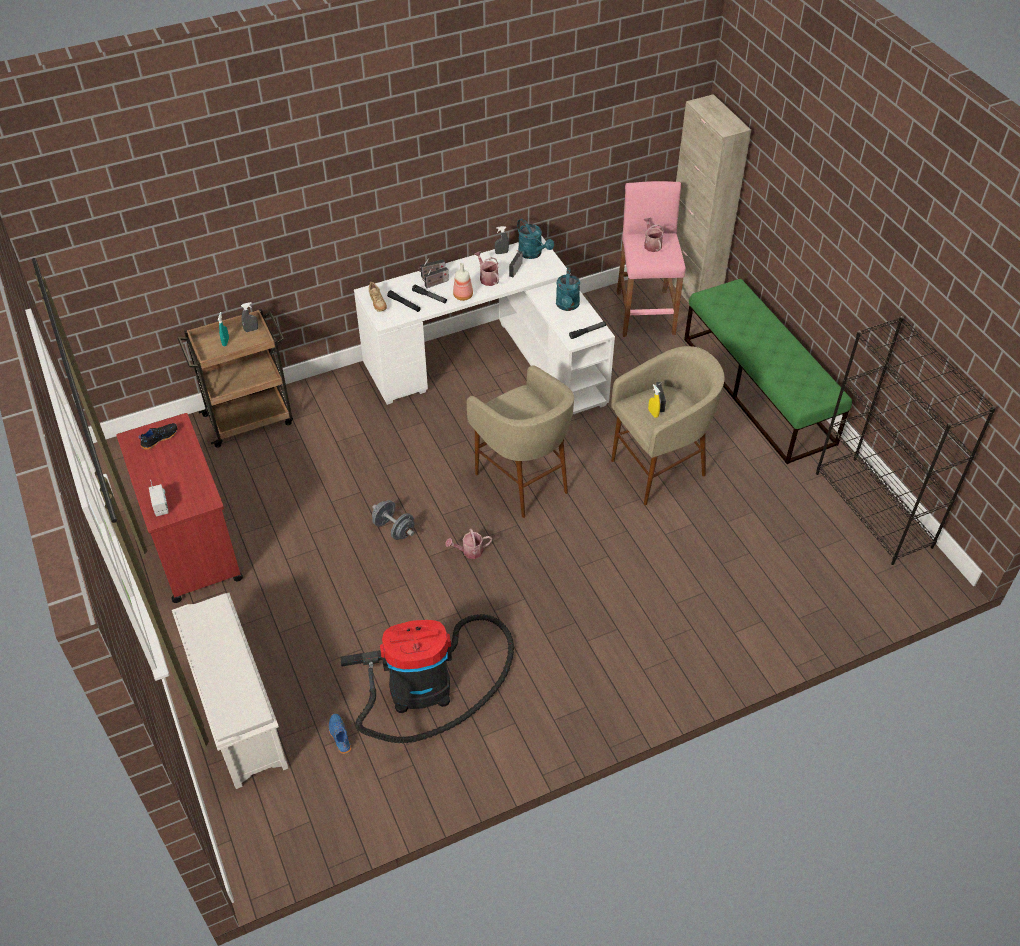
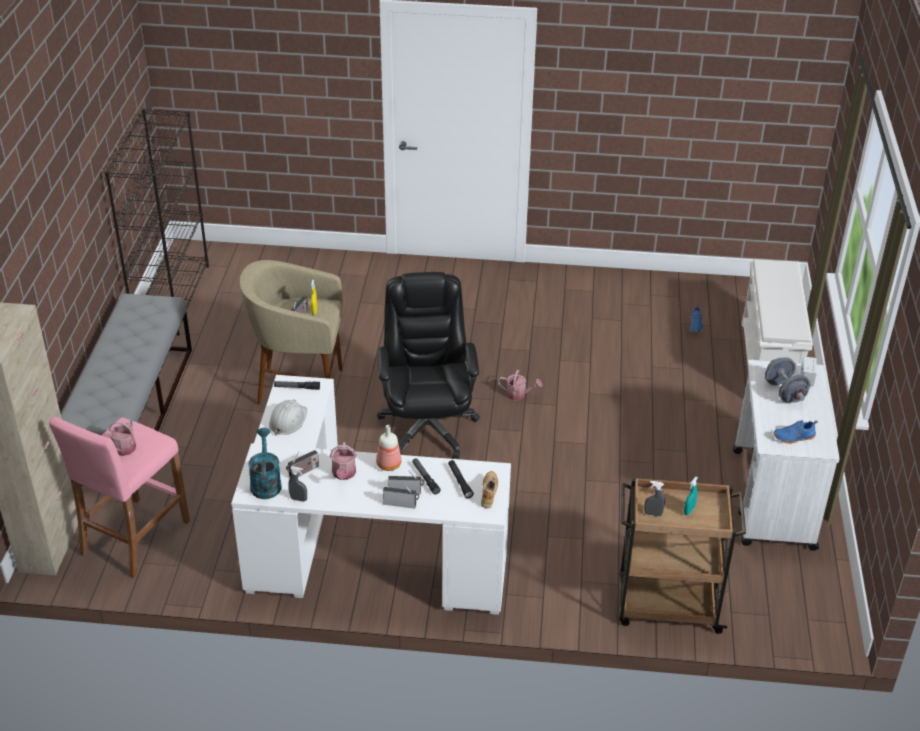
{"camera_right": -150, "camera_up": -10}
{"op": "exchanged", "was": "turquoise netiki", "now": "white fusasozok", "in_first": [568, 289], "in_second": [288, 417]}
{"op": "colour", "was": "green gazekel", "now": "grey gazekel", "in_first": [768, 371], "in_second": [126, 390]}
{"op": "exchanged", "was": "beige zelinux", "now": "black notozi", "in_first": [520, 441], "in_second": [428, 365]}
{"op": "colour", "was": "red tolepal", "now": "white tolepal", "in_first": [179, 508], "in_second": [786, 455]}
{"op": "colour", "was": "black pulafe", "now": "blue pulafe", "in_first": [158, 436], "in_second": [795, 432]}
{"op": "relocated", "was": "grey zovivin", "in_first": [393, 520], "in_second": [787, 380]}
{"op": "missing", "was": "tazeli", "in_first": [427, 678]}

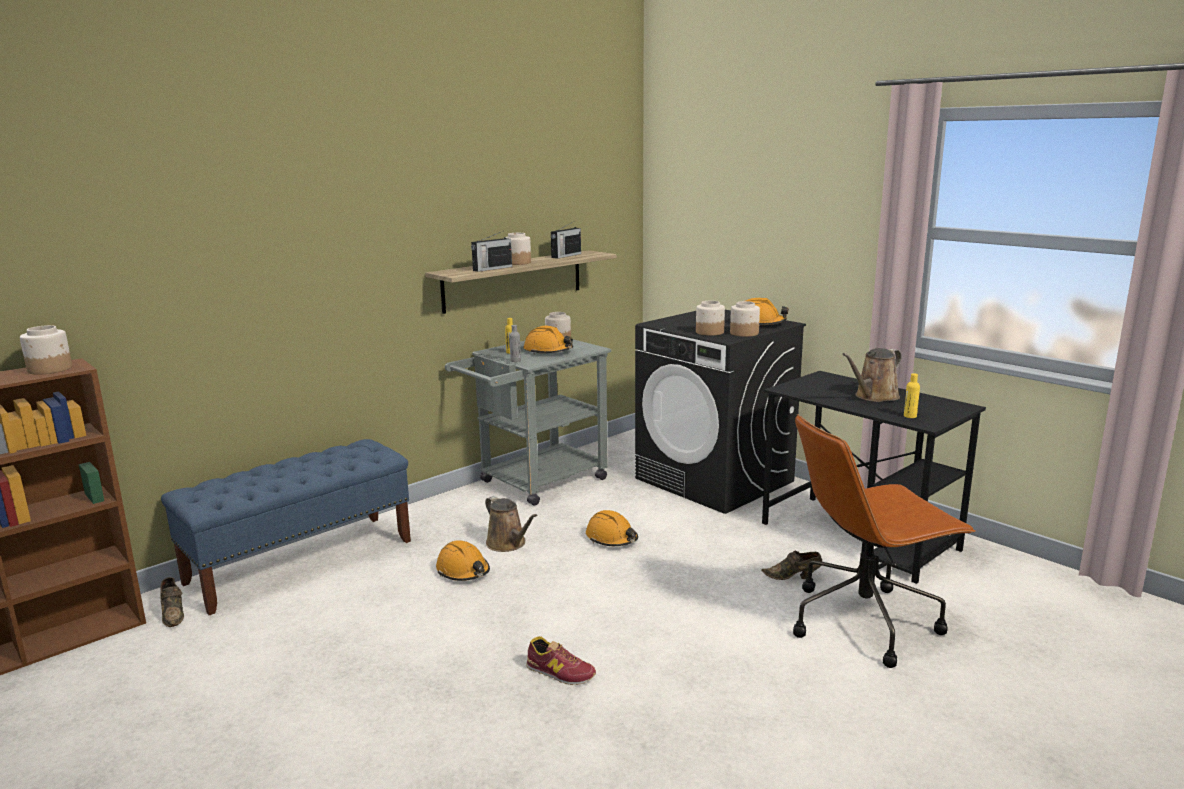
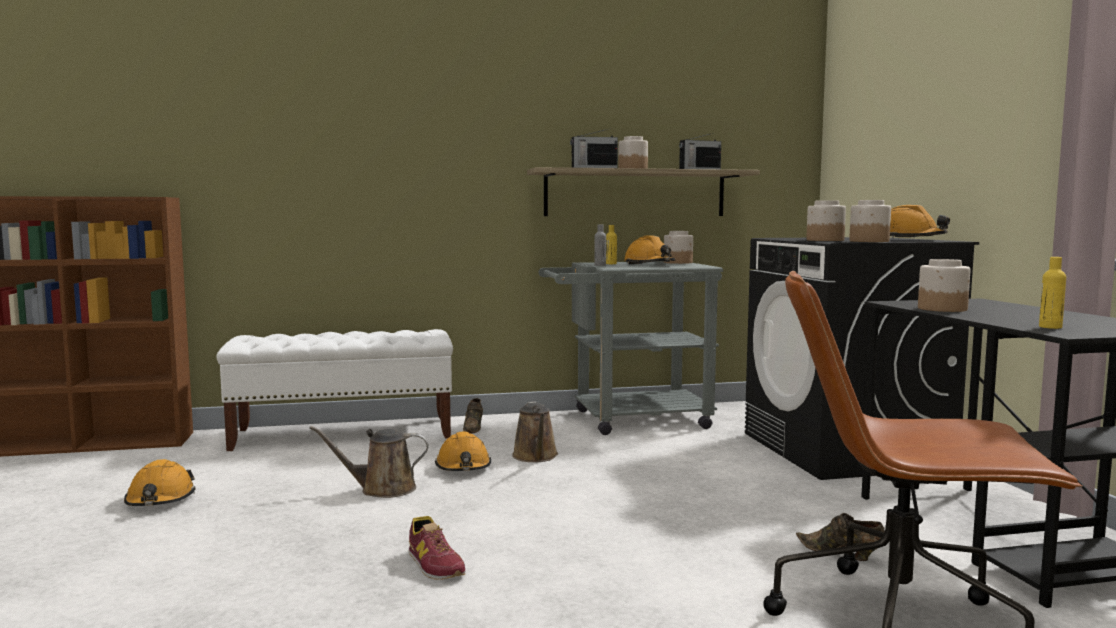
{"camera_right": 30, "camera_up": -10}
{"op": "relocated", "was": "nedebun", "in_first": [46, 350], "in_second": [944, 285]}
{"op": "relocated", "was": "brown netiki", "in_first": [872, 375], "in_second": [369, 462]}
{"op": "colour", "was": "blue gazekel", "now": "white gazekel", "in_first": [286, 527], "in_second": [334, 390]}
{"op": "relocated", "was": "orange fusasozok", "in_first": [612, 528], "in_second": [160, 482]}
{"op": "relocated", "was": "brown pulafe", "in_first": [172, 602], "in_second": [473, 416]}

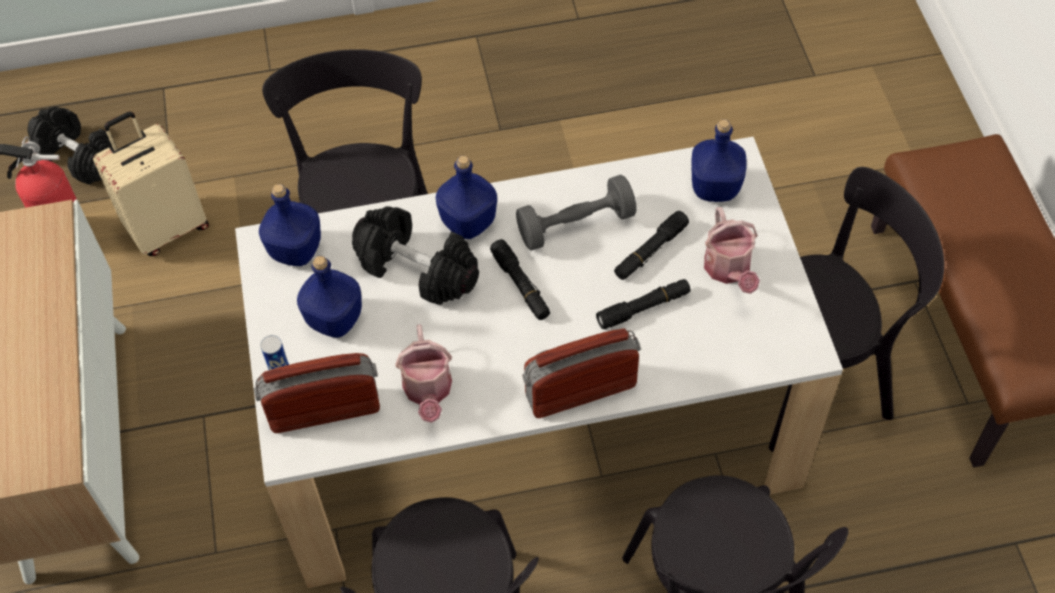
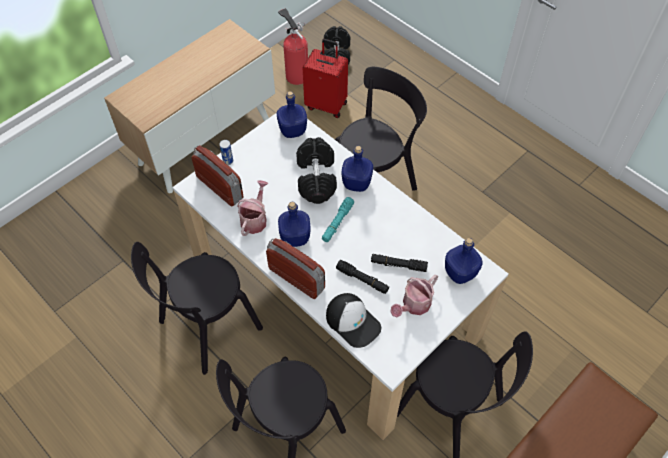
{"camera_right": 55, "camera_up": 0}
{"op": "colour", "was": "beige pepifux", "now": "red pepifux", "in_first": [151, 183], "in_second": [325, 78]}
{"op": "missing", "was": "grey zovivin", "in_first": [576, 213]}
{"op": "colour", "was": "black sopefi", "now": "turquoise sopefi", "in_first": [520, 279], "in_second": [338, 219]}
{"op": "relocated", "was": "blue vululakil", "in_first": [329, 297], "in_second": [294, 224]}
{"op": "spun", "was": "netiki", "in_first": [423, 373], "in_second": [252, 208], "clockwise": 150}
{"op": "appeared", "now": "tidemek", "in_second": [353, 320]}

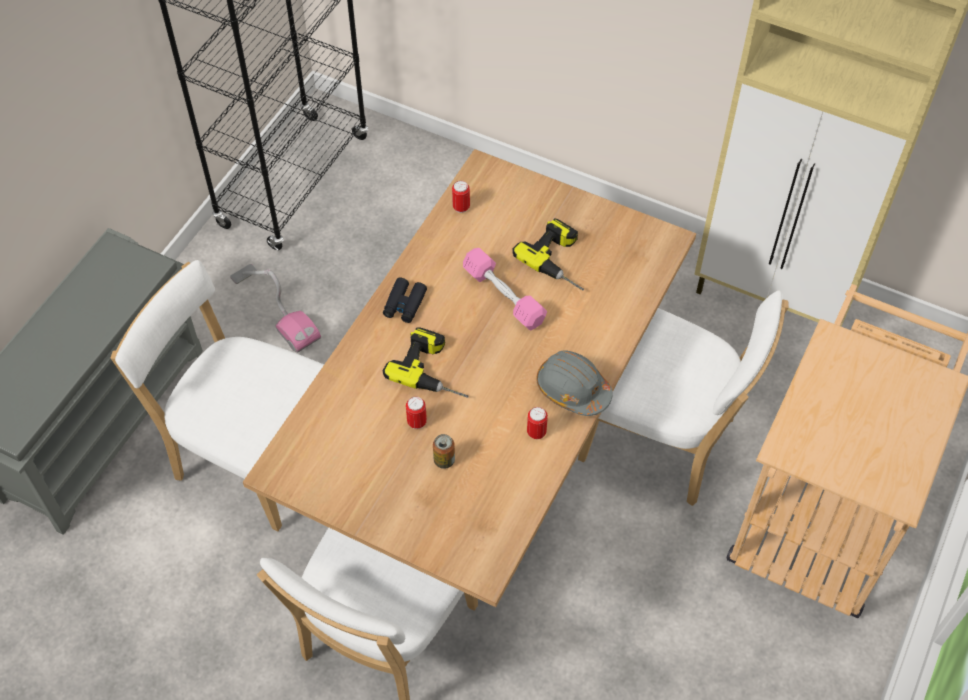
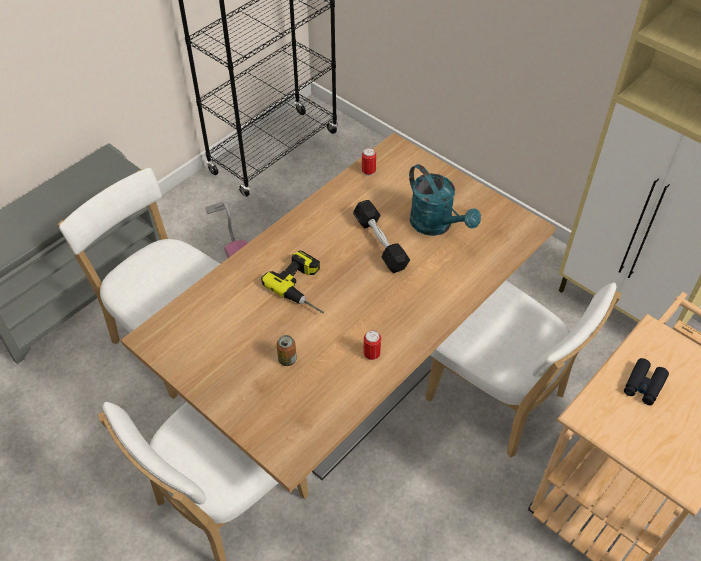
{"camera_right": 15, "camera_up": -5}
{"op": "exchanged", "was": "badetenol", "now": "turquoise netiki", "in_first": [548, 254], "in_second": [445, 200]}
{"op": "colour", "was": "pink zovivin", "now": "black zovivin", "in_first": [505, 289], "in_second": [381, 236]}
{"op": "relocated", "was": "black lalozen", "in_first": [405, 300], "in_second": [646, 381]}
{"op": "missing", "was": "grey fusasozok", "in_first": [574, 383]}
{"op": "missing", "was": "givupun", "in_first": [416, 412]}

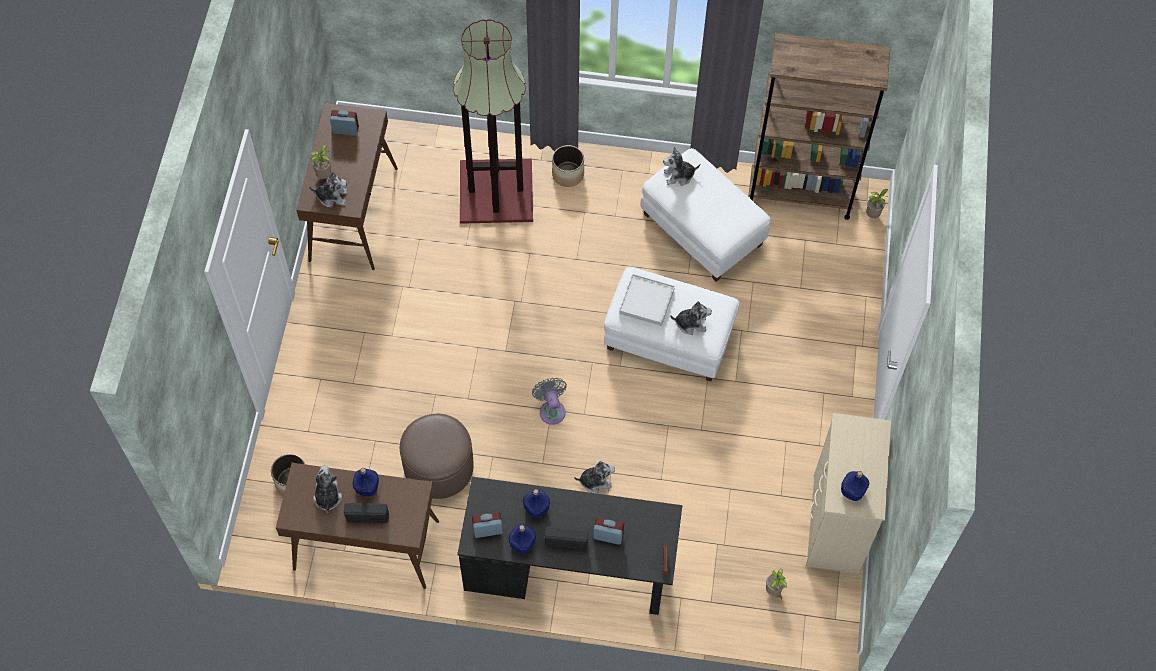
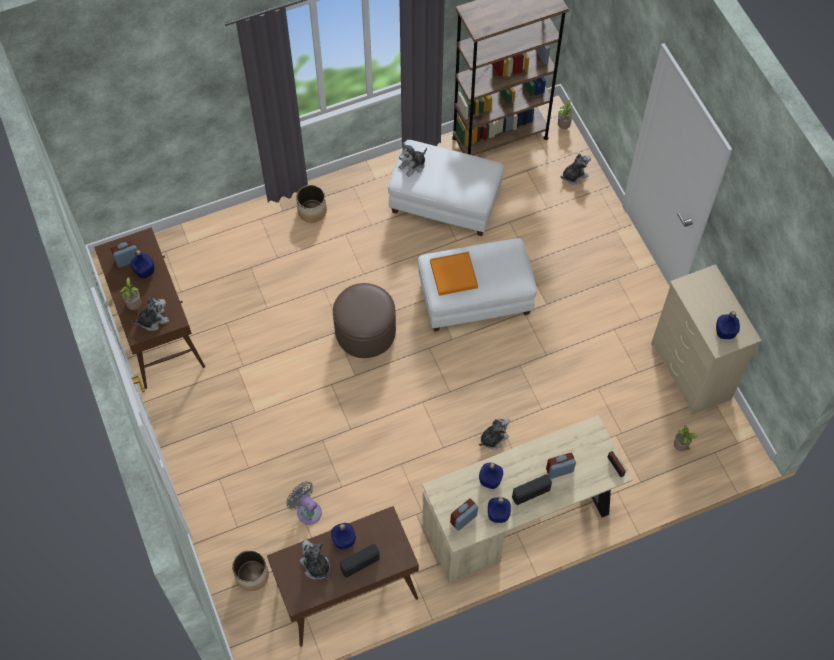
{"camera_right": -30, "camera_up": 0}
{"op": "missing", "was": "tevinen", "in_first": [493, 121]}
{"op": "colour", "was": "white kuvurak", "now": "orange kuvurak", "in_first": [647, 300], "in_second": [454, 274]}
{"op": "relocated", "was": "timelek", "in_first": [691, 318], "in_second": [575, 169]}
{"op": "relocated", "was": "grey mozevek", "in_first": [549, 401], "in_second": [304, 503]}
{"op": "relocated", "was": "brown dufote", "in_first": [436, 456], "in_second": [364, 320]}
{"op": "colour", "was": "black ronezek", "now": "beige ronezek", "in_first": [569, 546], "in_second": [527, 499]}
{"op": "appeared", "now": "blue vululakil", "in_second": [142, 264]}

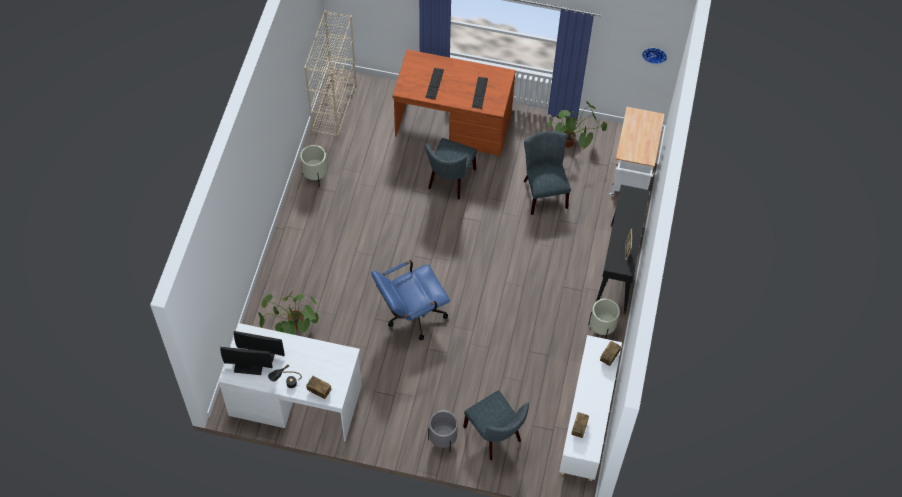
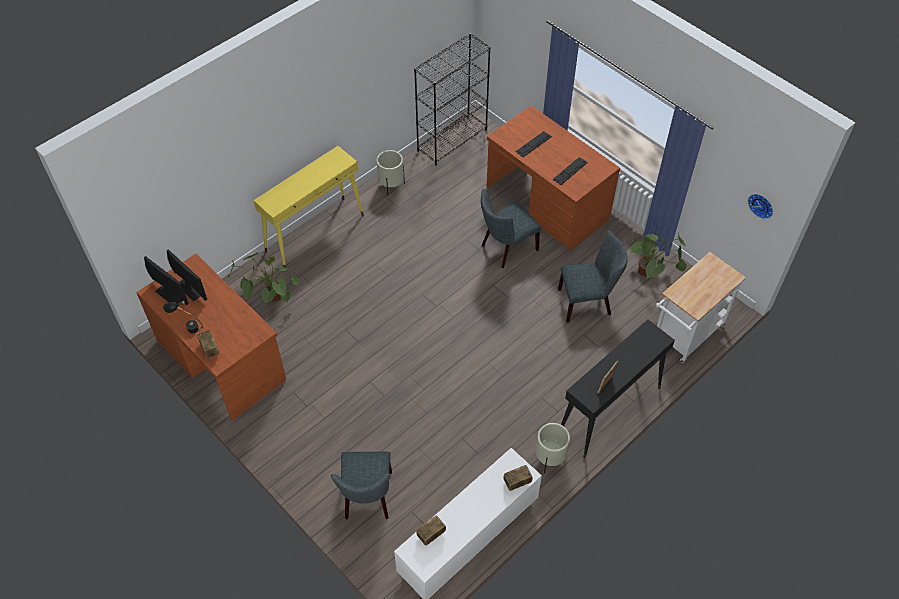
{"camera_right": 35, "camera_up": -5}
{"op": "colour", "was": "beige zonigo", "now": "black zonigo", "in_first": [330, 74], "in_second": [452, 99]}
{"op": "spun", "was": "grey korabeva", "in_first": [547, 173], "in_second": [593, 277], "clockwise": 60}
{"op": "missing", "was": "blue notozi", "in_first": [410, 300]}
{"op": "colour", "was": "white ronezek", "now": "brown ronezek", "in_first": [290, 382], "in_second": [211, 337]}
{"op": "missing", "was": "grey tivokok", "in_first": [443, 431]}
{"op": "appeared", "now": "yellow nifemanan", "in_second": [308, 207]}

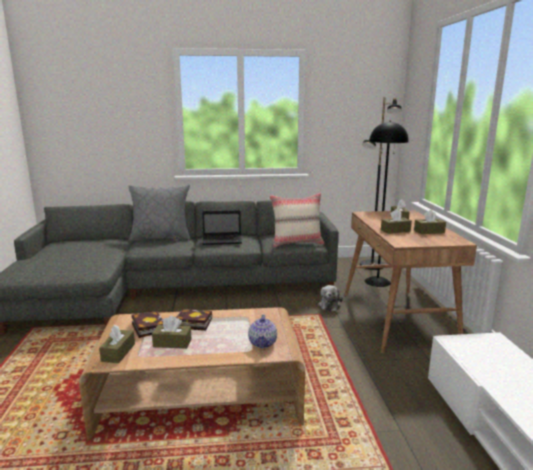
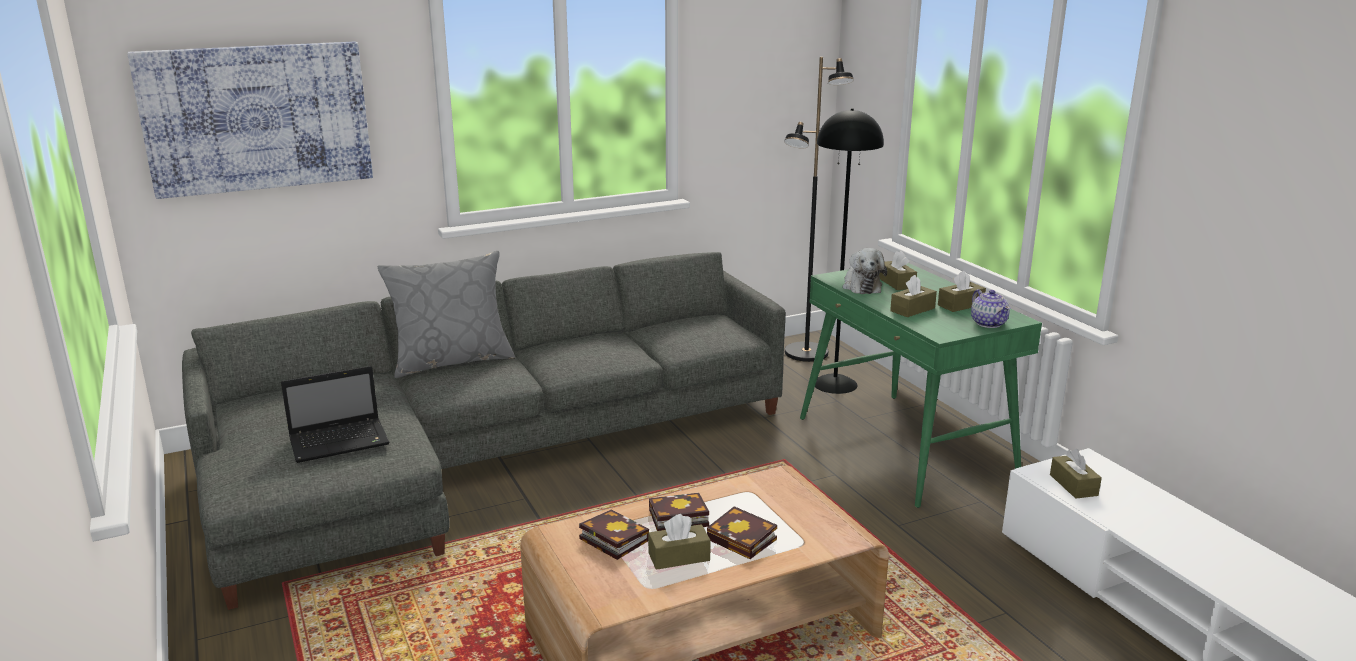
{"camera_right": -20, "camera_up": 5}
{"op": "missing", "was": "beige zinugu", "in_first": [297, 220]}
{"op": "relocated", "was": "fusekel", "in_first": [222, 227], "in_second": [335, 414]}
{"op": "colour", "was": "brown ronezek", "now": "green ronezek", "in_first": [410, 282], "in_second": [921, 385]}
{"op": "relocated", "was": "timelek", "in_first": [330, 298], "in_second": [864, 271]}
{"op": "relocated", "was": "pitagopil", "in_first": [262, 331], "in_second": [990, 308]}
{"op": "relocated", "was": "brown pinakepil", "in_first": [117, 344], "in_second": [1076, 474]}
{"op": "appeared", "now": "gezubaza", "in_second": [250, 120]}
{"op": "appeared", "now": "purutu", "in_second": [742, 532]}

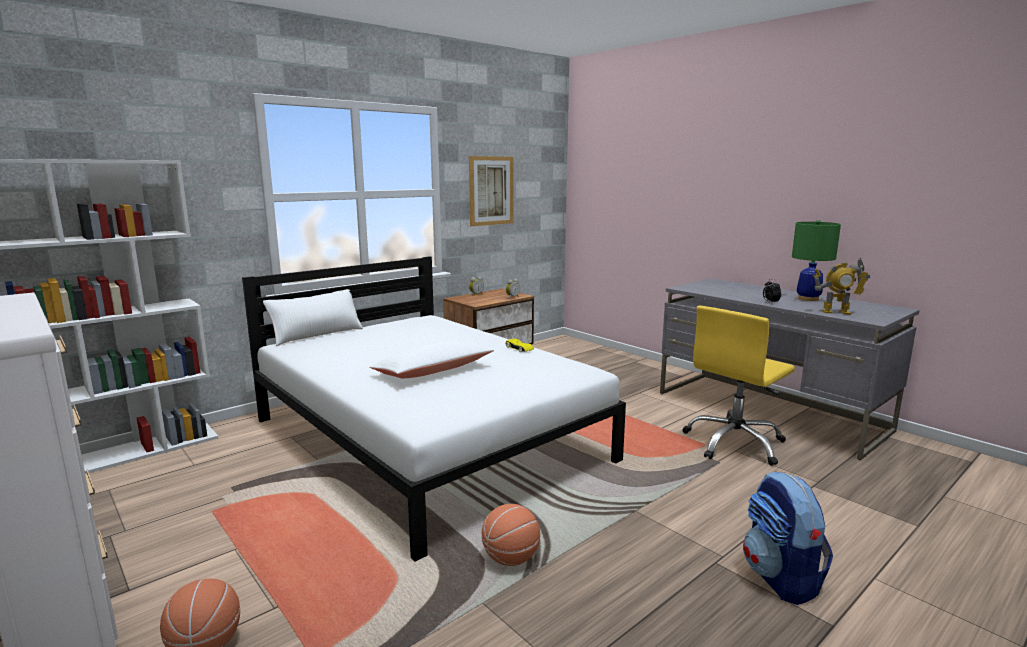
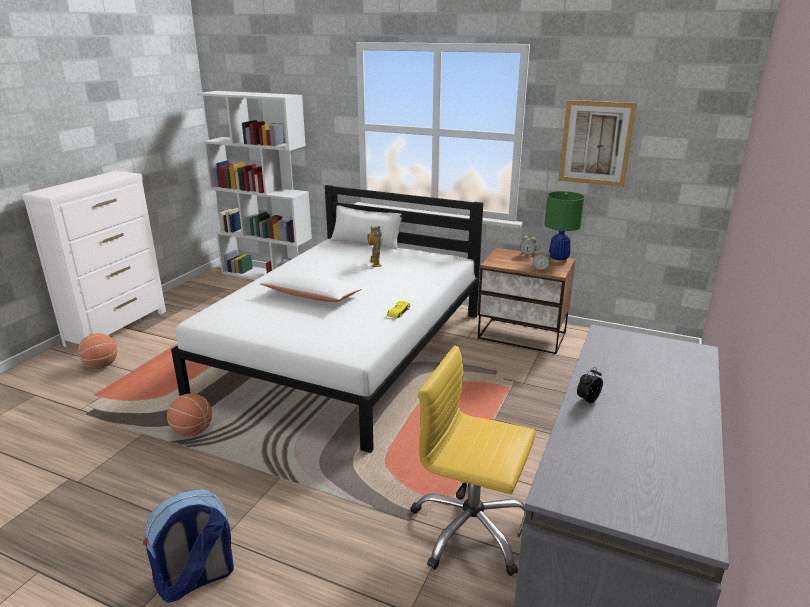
{"camera_right": 65, "camera_up": 10}
{"op": "relocated", "was": "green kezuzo", "in_first": [816, 260], "in_second": [564, 227]}
{"op": "relocated", "was": "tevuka", "in_first": [841, 286], "in_second": [374, 246]}

